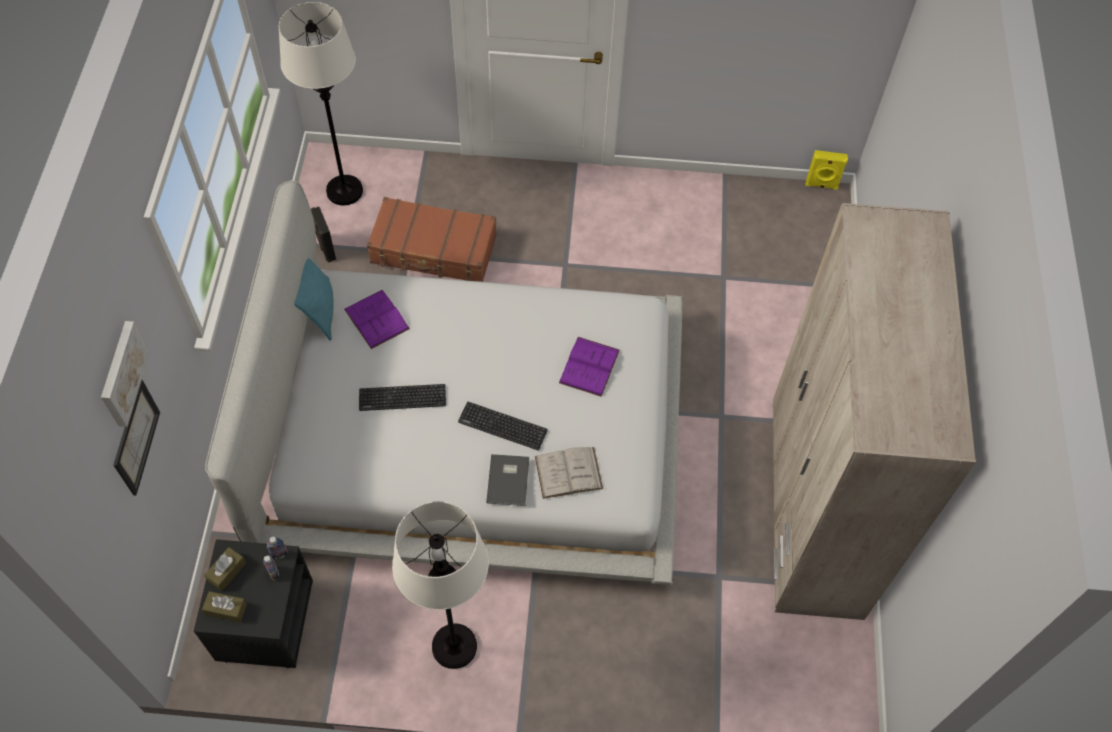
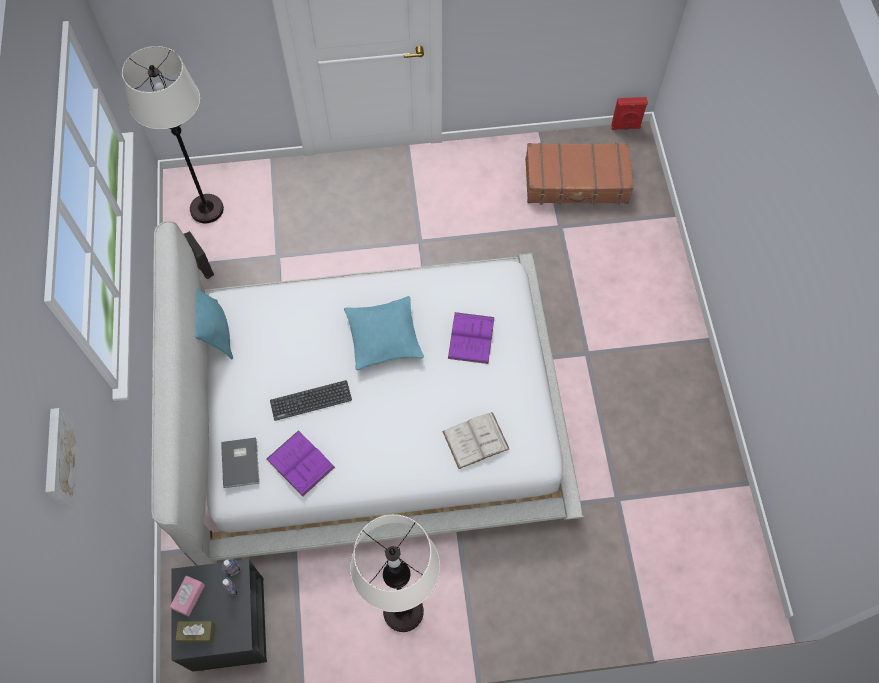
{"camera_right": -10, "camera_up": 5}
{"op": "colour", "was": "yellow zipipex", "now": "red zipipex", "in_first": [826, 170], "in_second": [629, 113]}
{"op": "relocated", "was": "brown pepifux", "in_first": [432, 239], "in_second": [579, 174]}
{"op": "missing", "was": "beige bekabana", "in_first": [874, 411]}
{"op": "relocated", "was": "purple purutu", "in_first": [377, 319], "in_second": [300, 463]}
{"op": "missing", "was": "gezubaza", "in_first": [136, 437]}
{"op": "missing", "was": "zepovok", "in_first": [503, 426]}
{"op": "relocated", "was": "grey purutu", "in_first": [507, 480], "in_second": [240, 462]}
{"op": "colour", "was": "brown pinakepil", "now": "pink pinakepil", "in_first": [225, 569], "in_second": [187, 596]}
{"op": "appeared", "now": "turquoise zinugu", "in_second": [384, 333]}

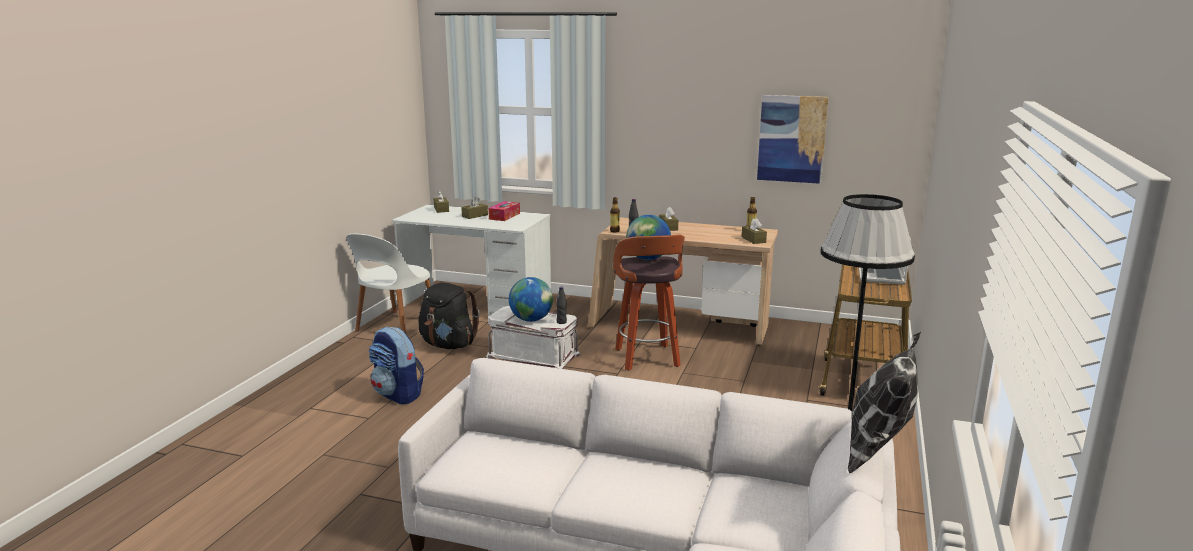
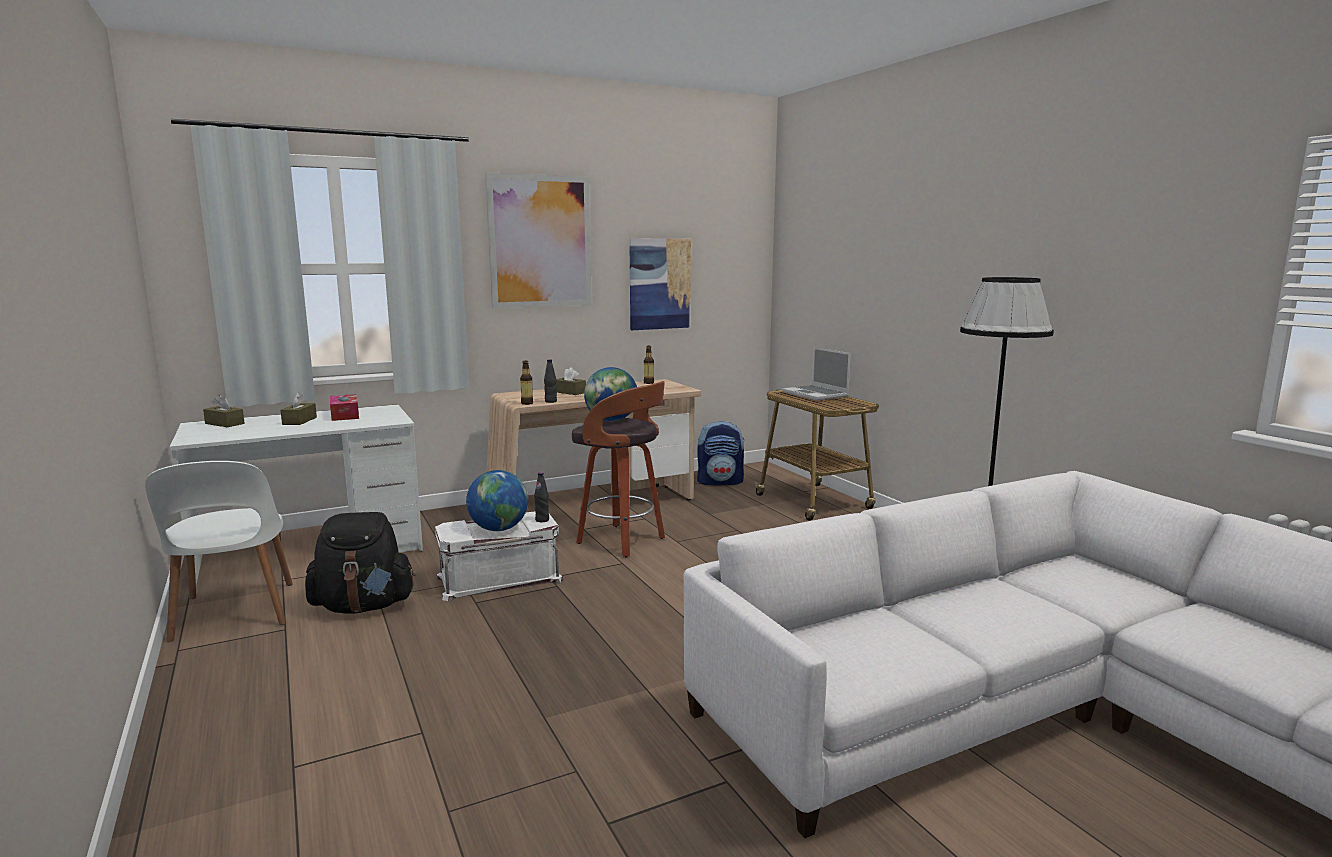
{"camera_right": -45, "camera_up": -5}
{"op": "missing", "was": "brown pinakepil", "in_first": [754, 231]}
{"op": "relocated", "was": "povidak", "in_first": [396, 366], "in_second": [720, 453]}
{"op": "missing", "was": "zinugu", "in_first": [884, 402]}
{"op": "appeared", "now": "gezubaza", "in_second": [538, 240]}

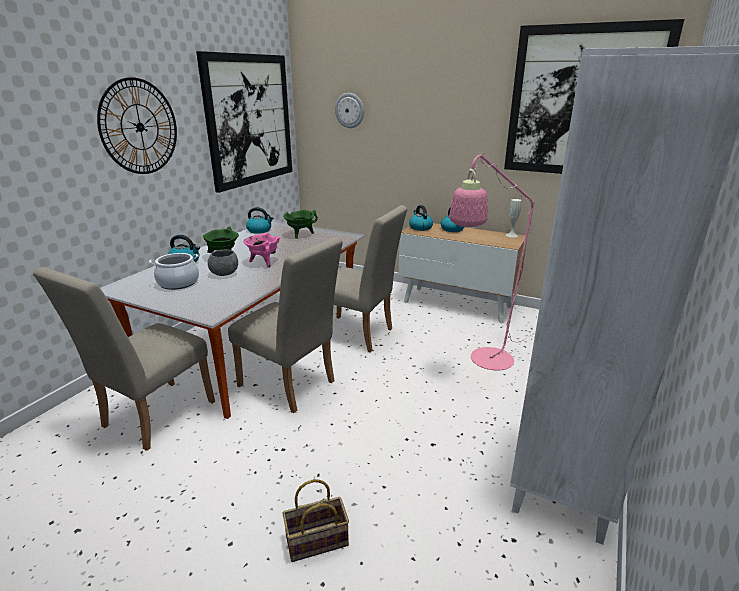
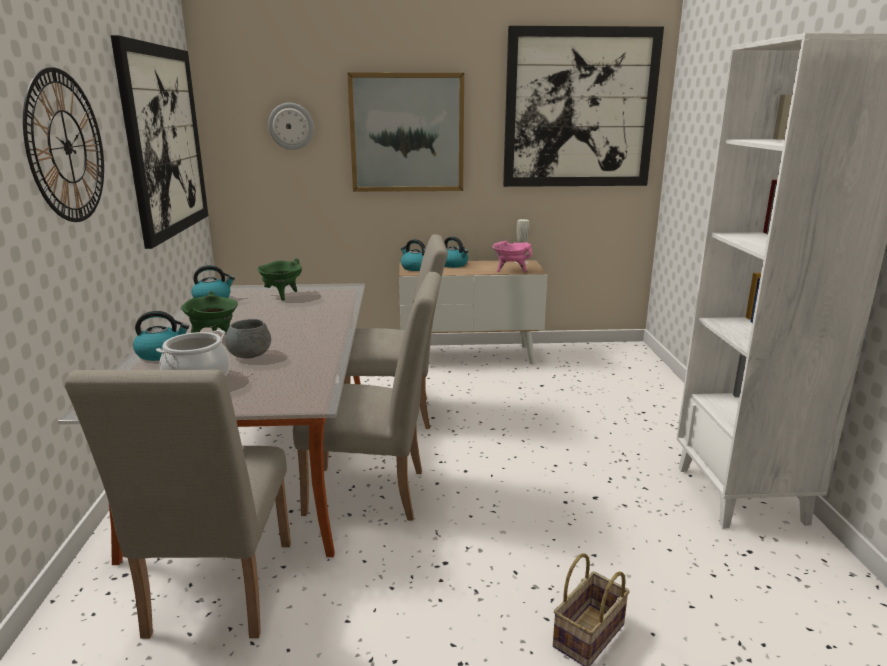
{"camera_right": -30, "camera_up": -5}
{"op": "missing", "was": "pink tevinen", "in_first": [492, 261]}
{"op": "relocated", "was": "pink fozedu", "in_first": [261, 250], "in_second": [512, 257]}
{"op": "appeared", "now": "gezubaza", "in_second": [405, 132]}

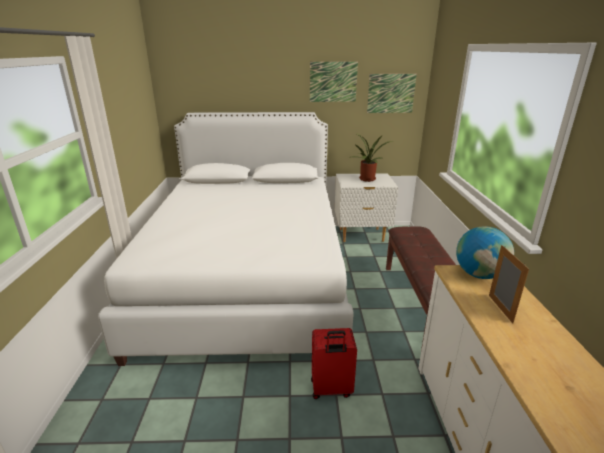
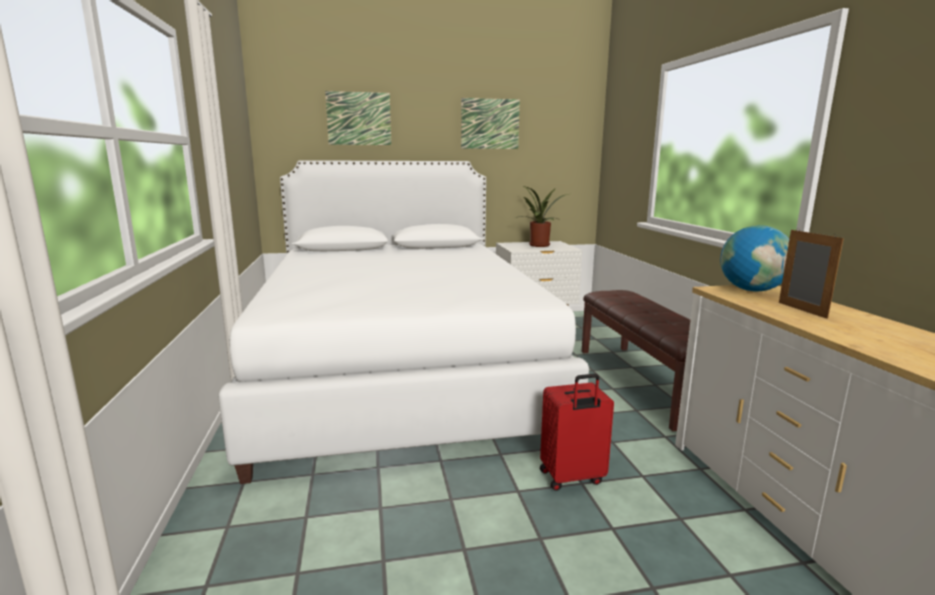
{"camera_right": -10, "camera_up": -10}
{"op": "relocated", "was": "gezubaza", "in_first": [392, 93], "in_second": [358, 118]}

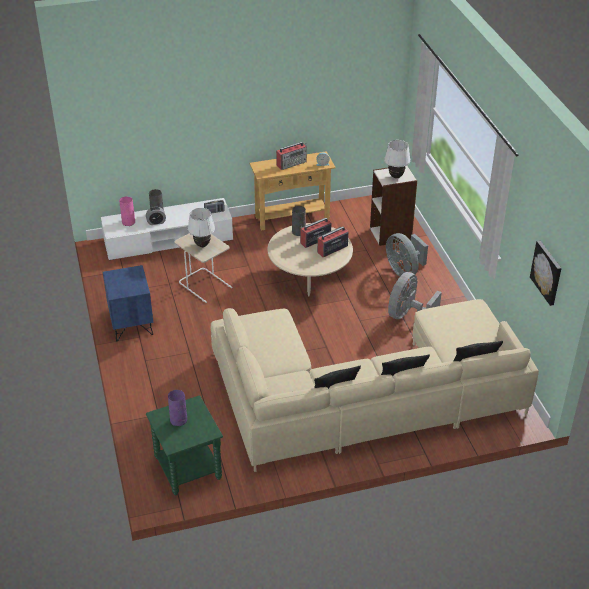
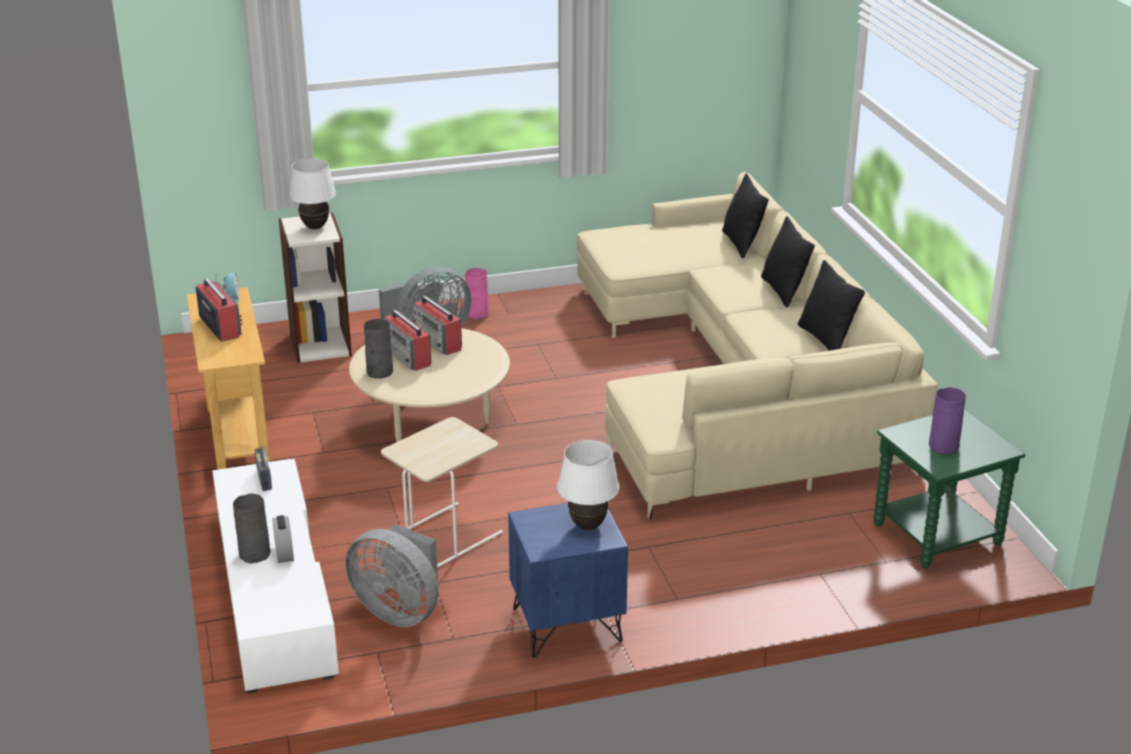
{"camera_right": -90, "camera_up": -10}
{"op": "relocated", "was": "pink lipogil", "in_first": [127, 211], "in_second": [477, 293]}
{"op": "relocated", "was": "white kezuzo", "in_first": [201, 227], "in_second": [588, 485]}
{"op": "missing", "was": "gezubaza", "in_first": [546, 273]}
{"op": "relocated", "was": "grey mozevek", "in_first": [415, 295], "in_second": [392, 575]}

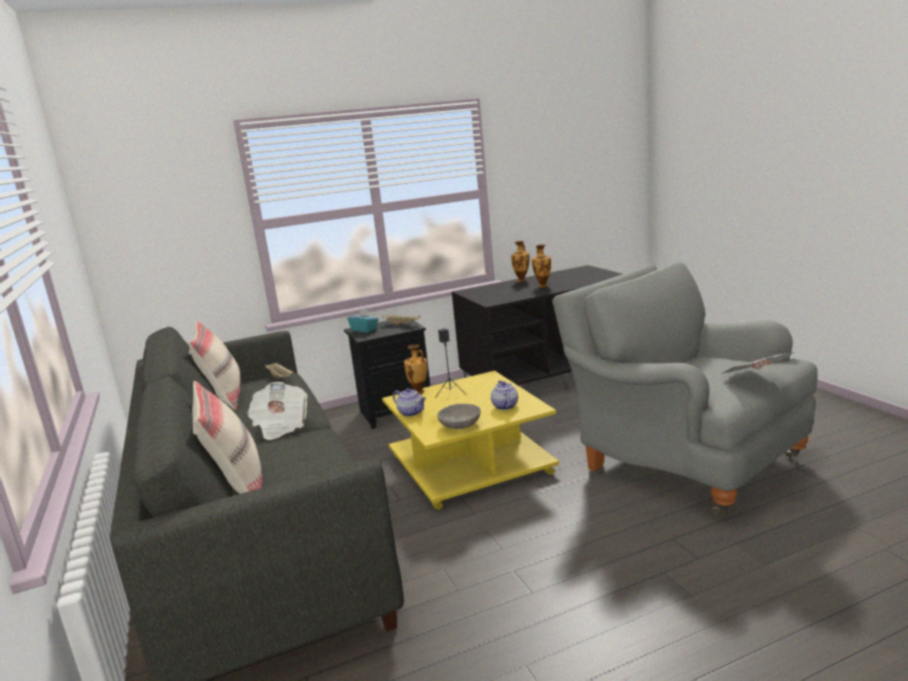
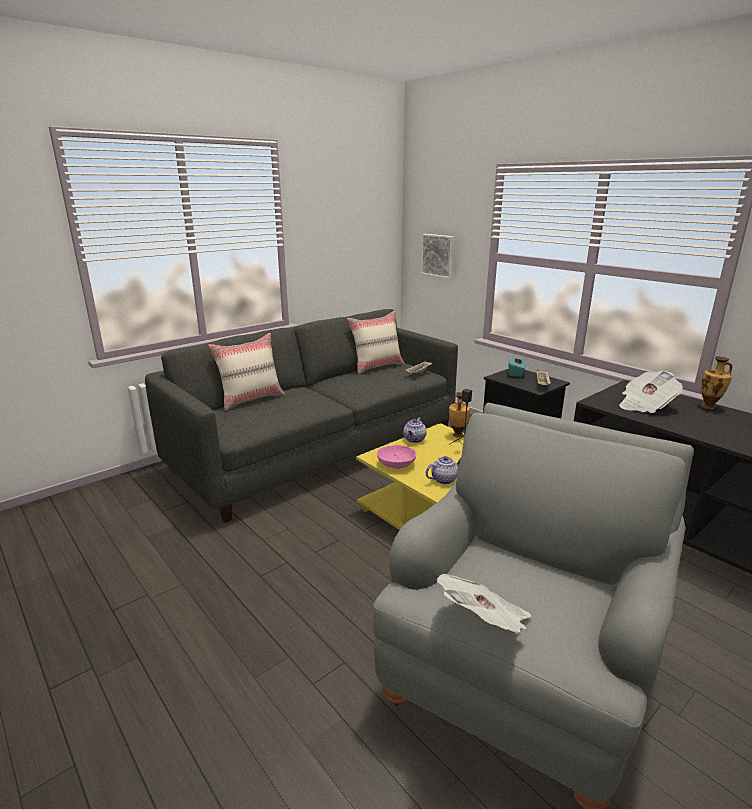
{"camera_right": 70, "camera_up": 5}
{"op": "missing", "was": "lipogil", "in_first": [541, 265]}
{"op": "relocated", "was": "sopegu", "in_first": [277, 411], "in_second": [651, 392]}
{"op": "colour", "was": "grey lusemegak", "now": "pink lusemegak", "in_first": [459, 416], "in_second": [396, 457]}
{"op": "appeared", "now": "gezubaza", "in_second": [438, 256]}

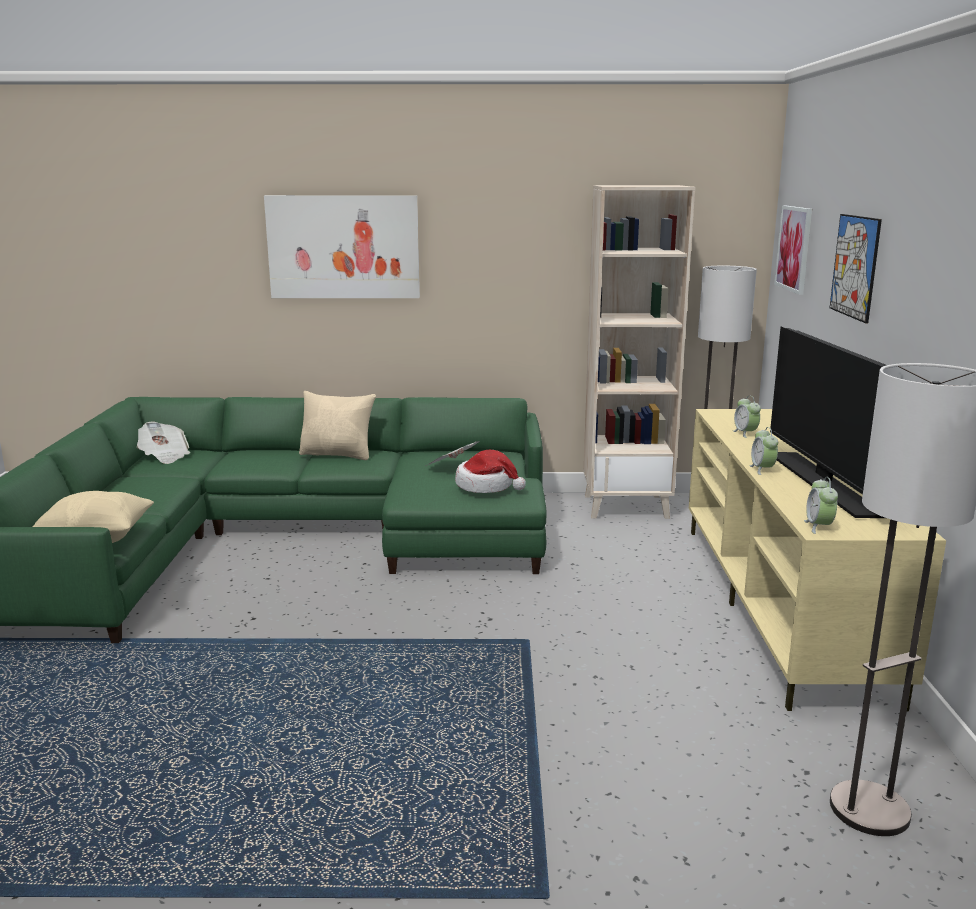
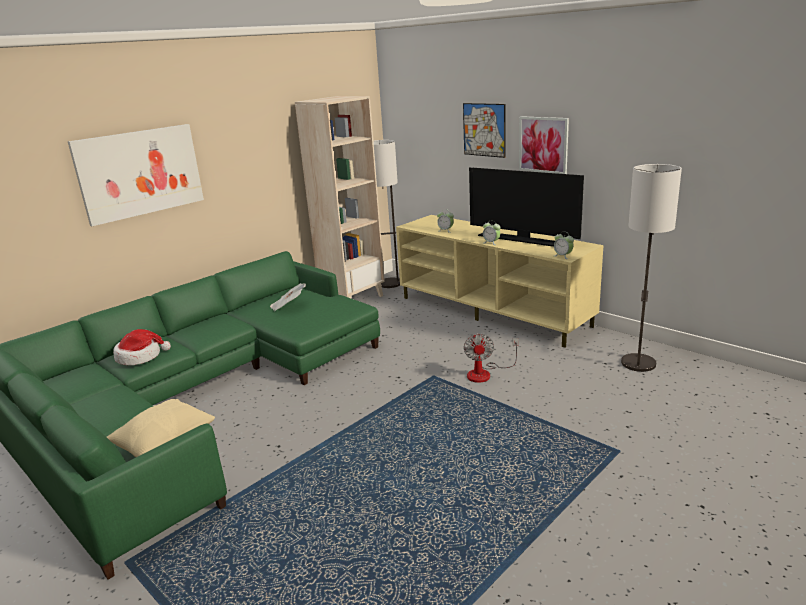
{"camera_right": -45, "camera_up": 5}
{"op": "relocated", "was": "gezubaza", "in_first": [793, 250], "in_second": [544, 145]}
{"op": "missing", "was": "beige zinugu", "in_first": [337, 425]}
{"op": "missing", "was": "sopegu", "in_first": [163, 443]}
{"op": "relocated", "was": "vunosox", "in_first": [490, 471], "in_second": [142, 347]}
{"op": "appeared", "now": "mozevek", "in_second": [491, 358]}

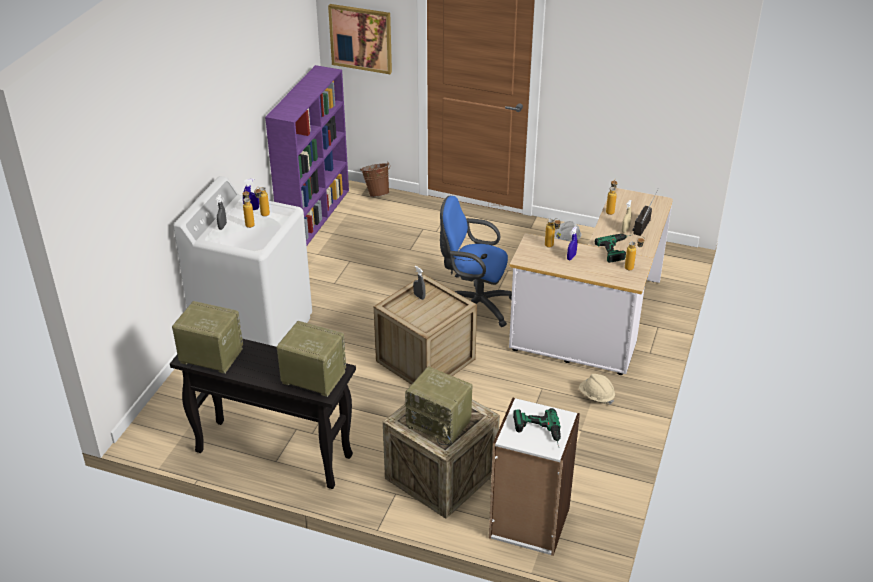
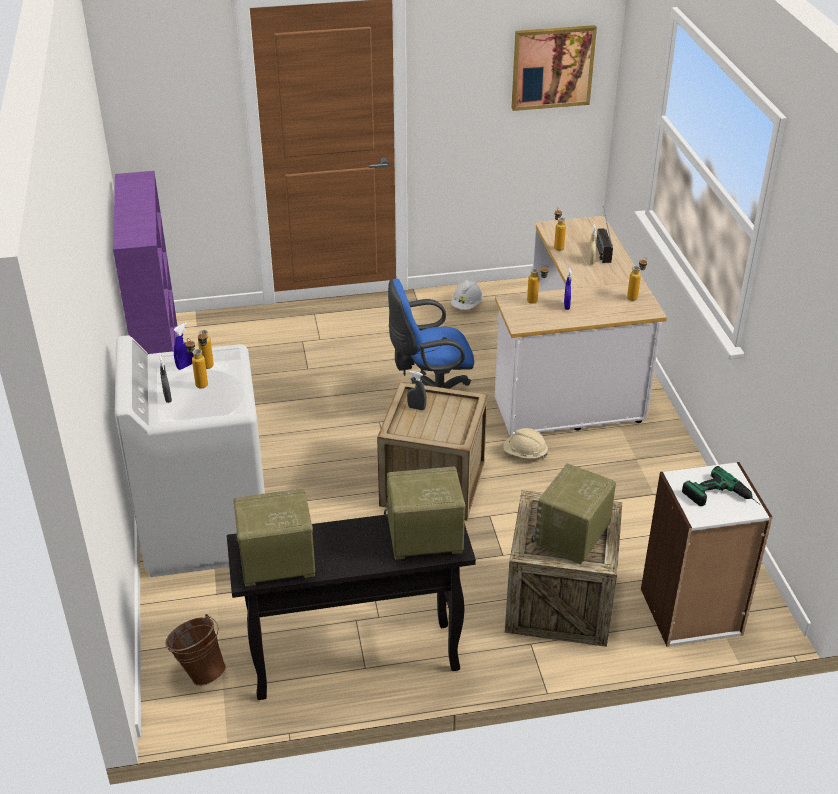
{"camera_right": -30, "camera_up": 0}
{"op": "relocated", "was": "gezubaza", "in_first": [360, 39], "in_second": [554, 68]}
{"op": "relocated", "was": "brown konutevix", "in_first": [375, 179], "in_second": [195, 650]}
{"op": "missing", "was": "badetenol", "in_first": [613, 248]}
{"op": "spun", "was": "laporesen", "in_first": [439, 406], "in_second": [573, 513], "clockwise": 120}
{"op": "relocated", "was": "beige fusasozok", "in_first": [597, 389], "in_second": [525, 443]}

